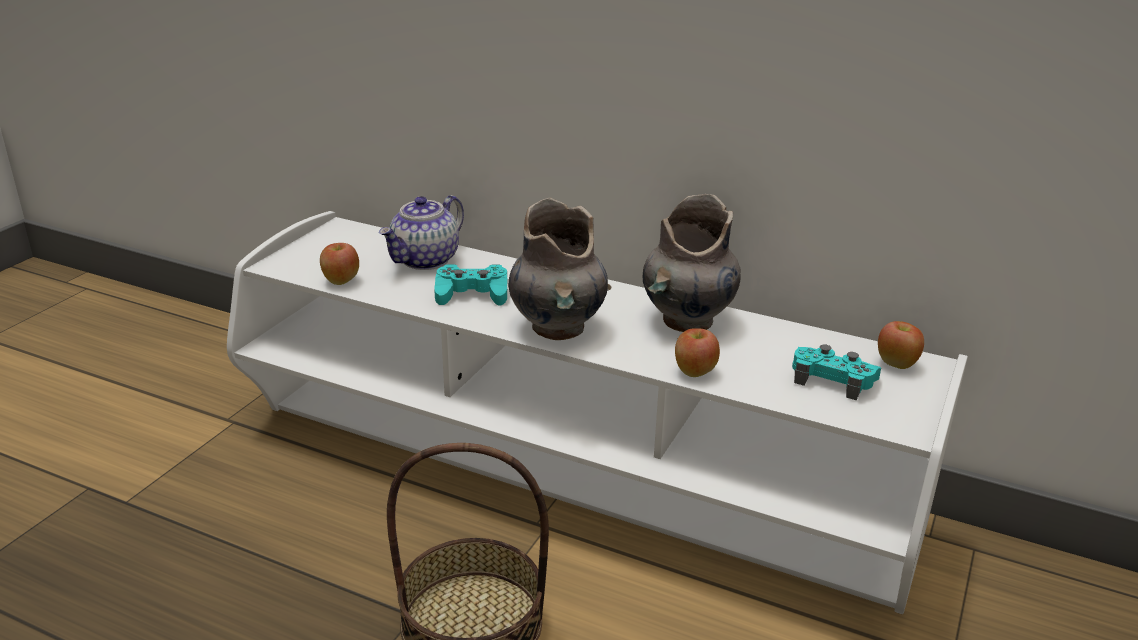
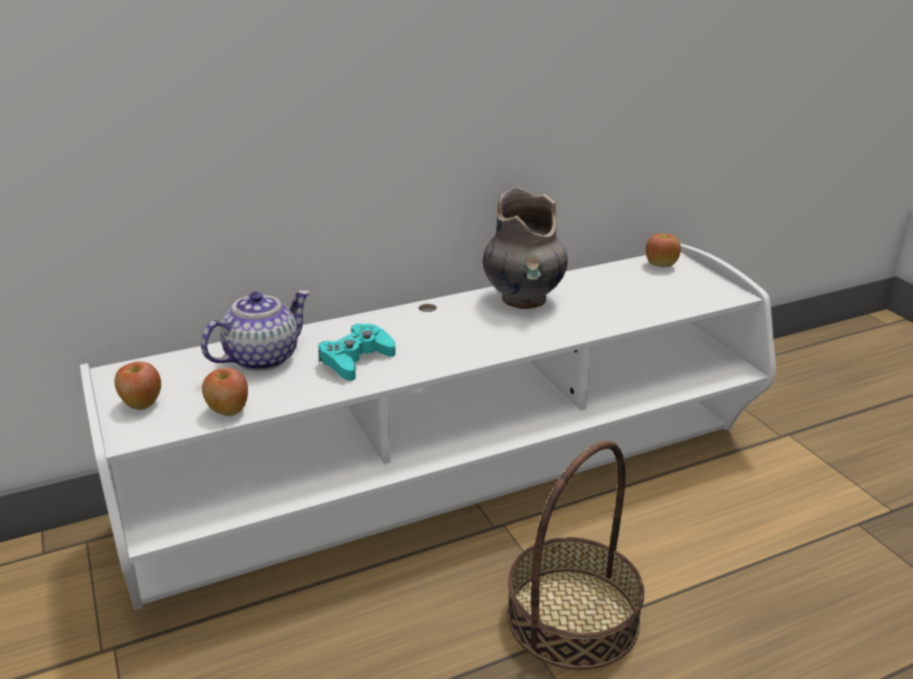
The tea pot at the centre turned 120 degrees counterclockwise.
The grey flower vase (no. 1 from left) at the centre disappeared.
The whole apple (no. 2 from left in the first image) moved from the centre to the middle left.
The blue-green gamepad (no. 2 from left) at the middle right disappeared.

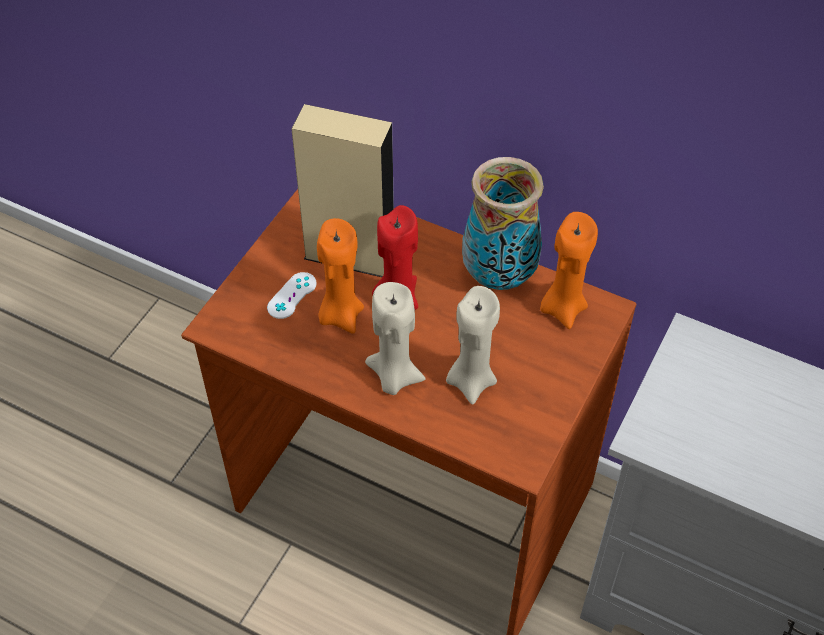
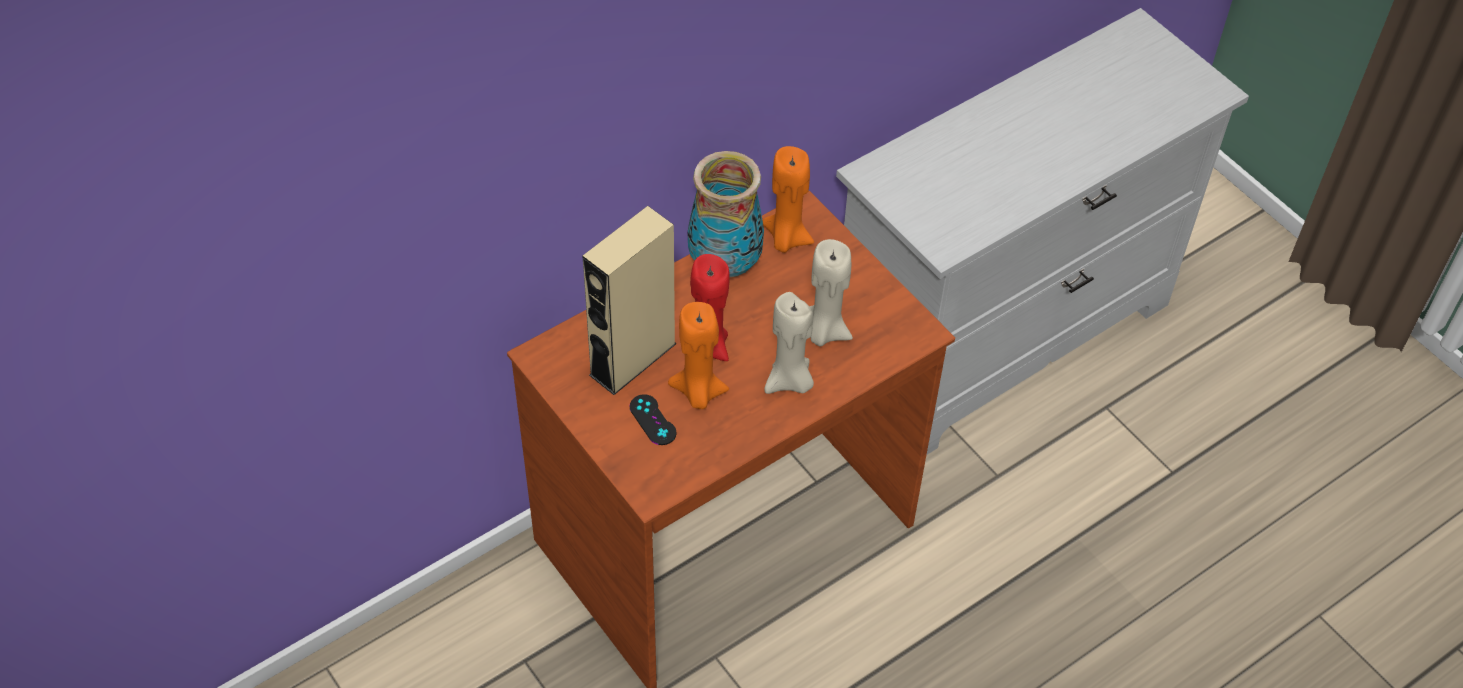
The whitish gamepad at the centre became the blackish gamepad at the centre.

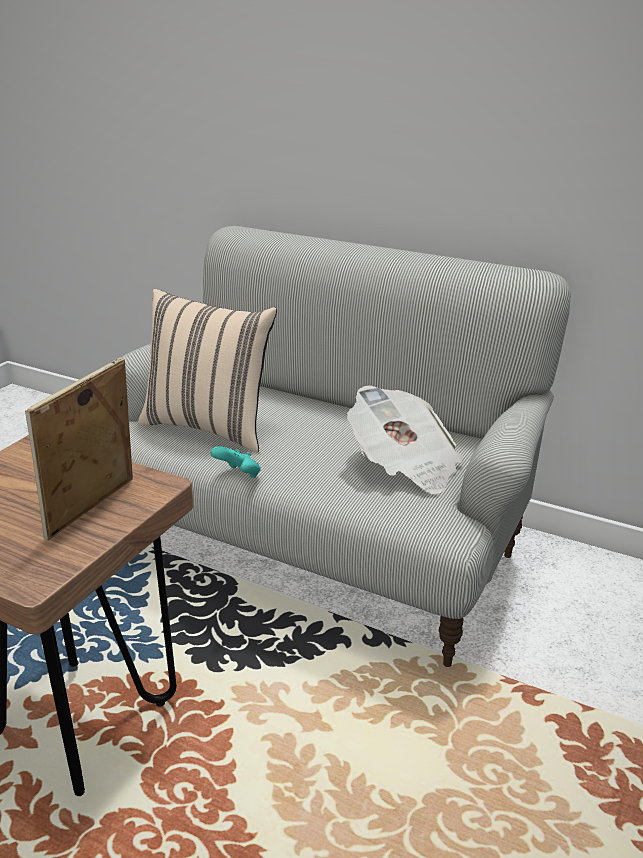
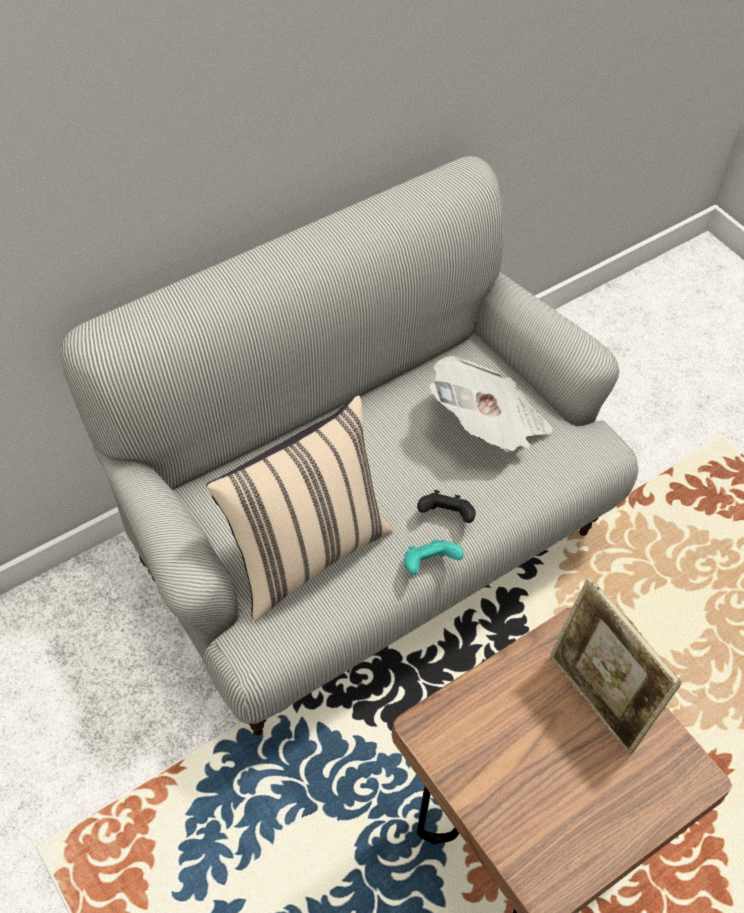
The blackish gamepad at the centre appeared.

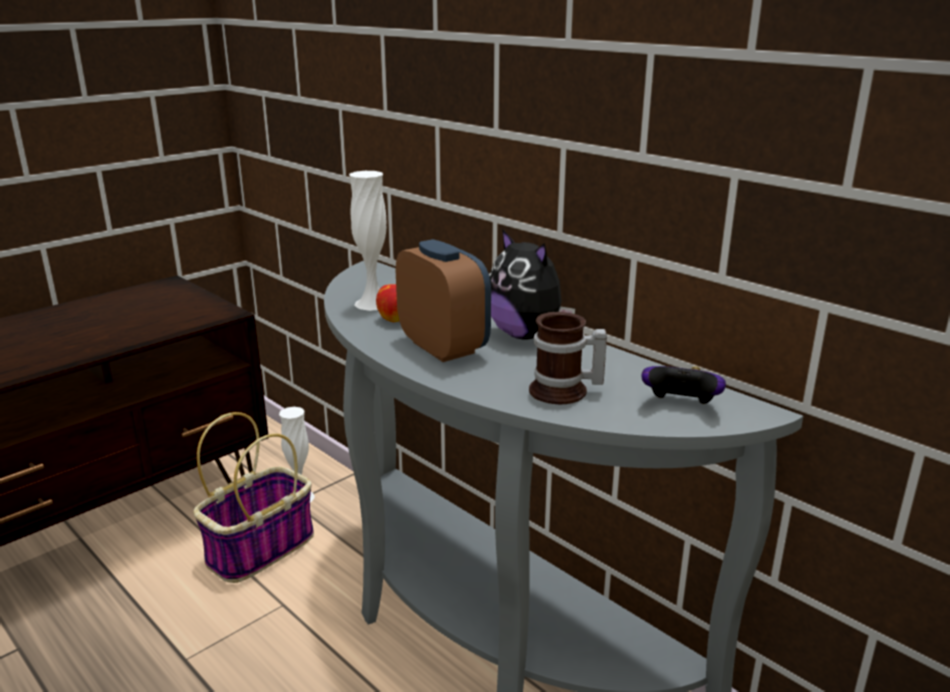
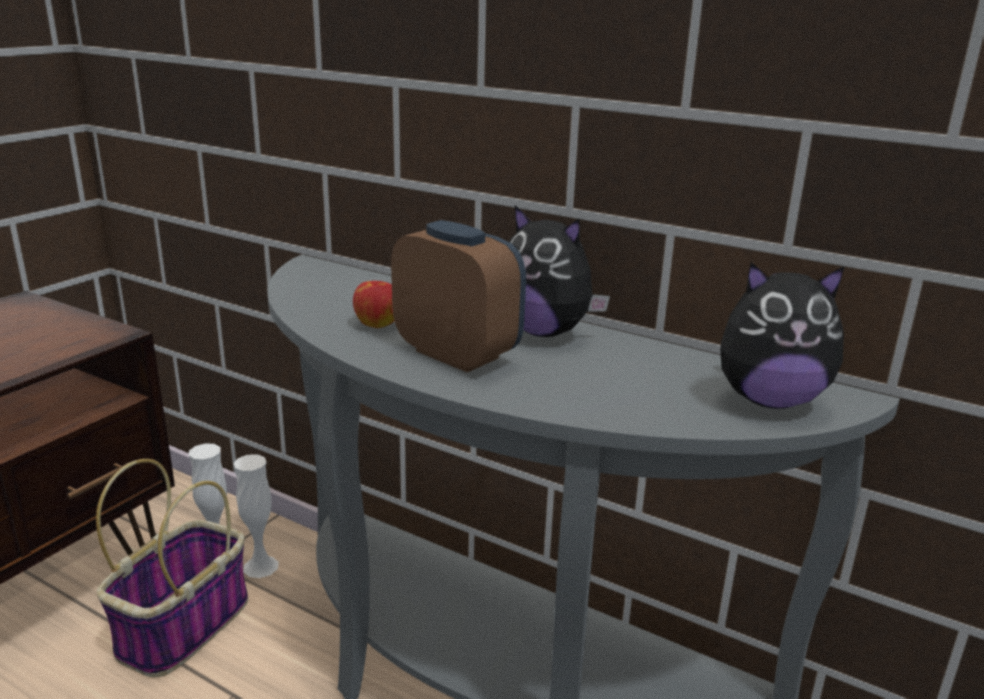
The whitish flower vase (no. 2 from left) moved from the centre to the bottom left.
The coffee mug at the centre disappeared.
The gamepad at the middle right was replaced by the plush toy (no. 2 from left) at the middle right.

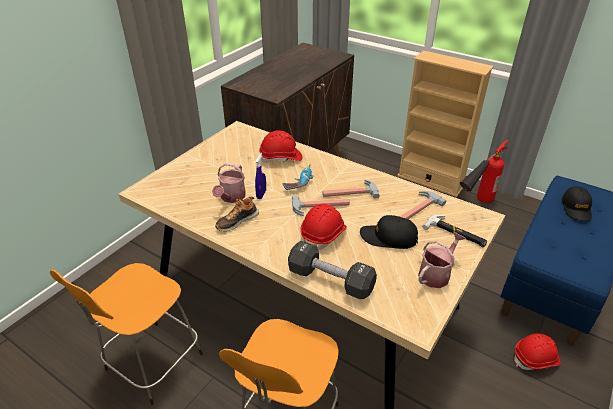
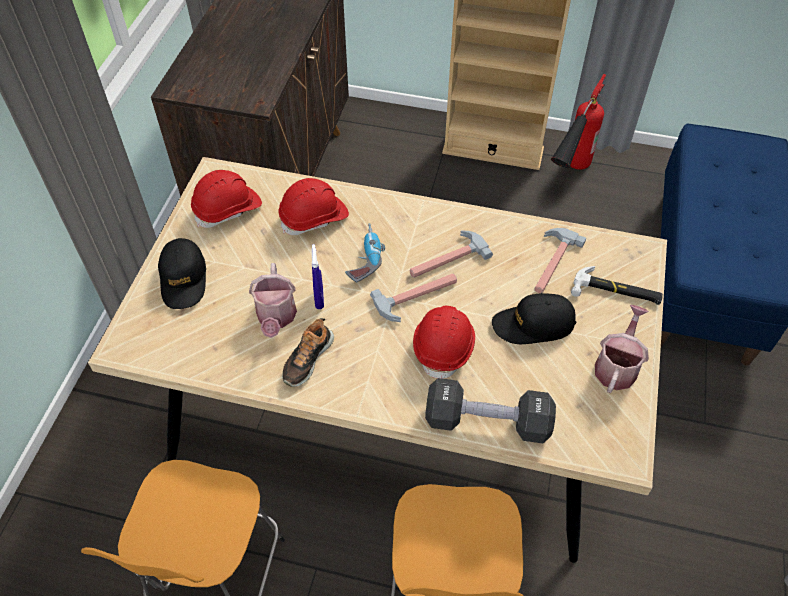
The reddish work helmet (no. 3 from left in the first image) moved from the bottom right to the middle left.
The blackish peaked cap (no. 2 from left in the first image) moved from the middle right to the middle left.

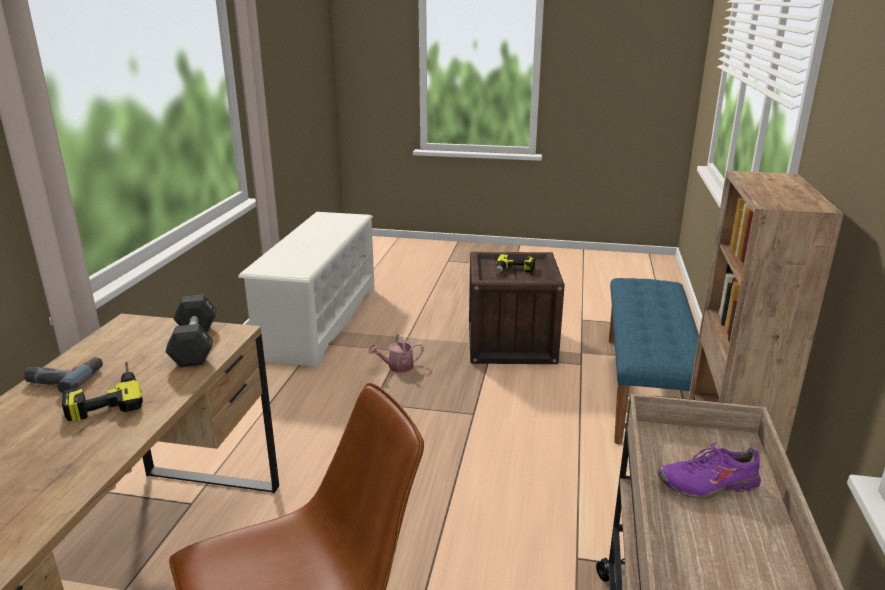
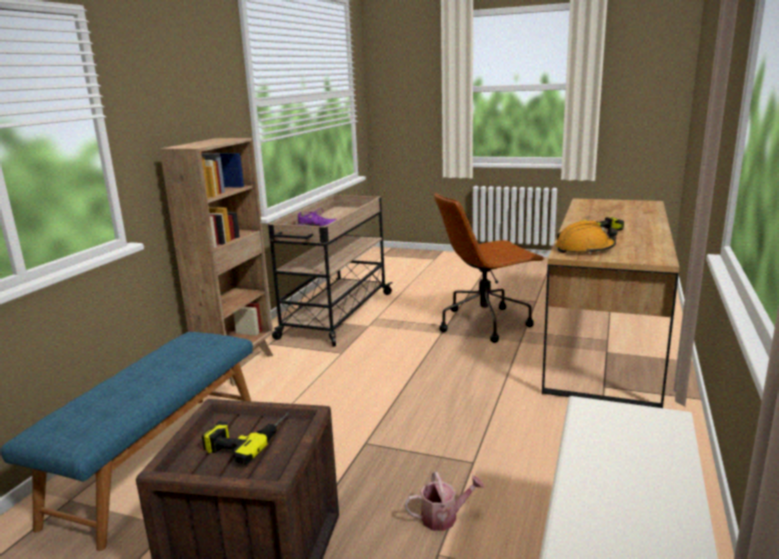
The drill (no. 1 from left) at the middle left disappeared.
The blackish hand weight at the middle left was replaced by the orange-coloured work helmet at the middle right.

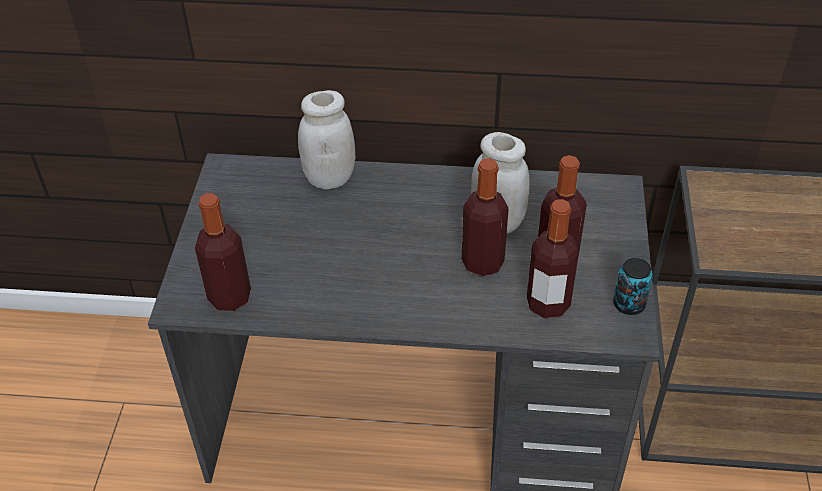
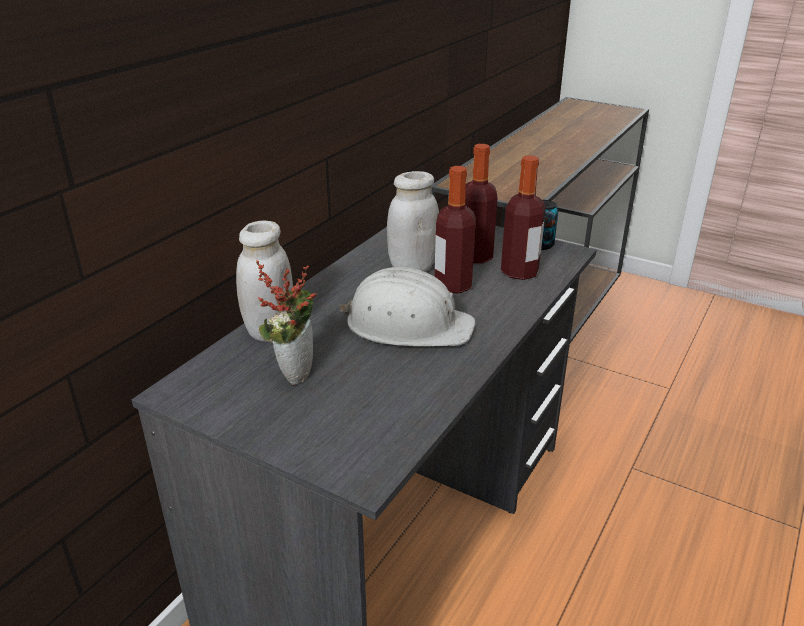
The drink bottle (no. 1 from left) at the middle left disappeared.
The houseplant at the centre appeared.
The whitish work helmet at the centre appeared.

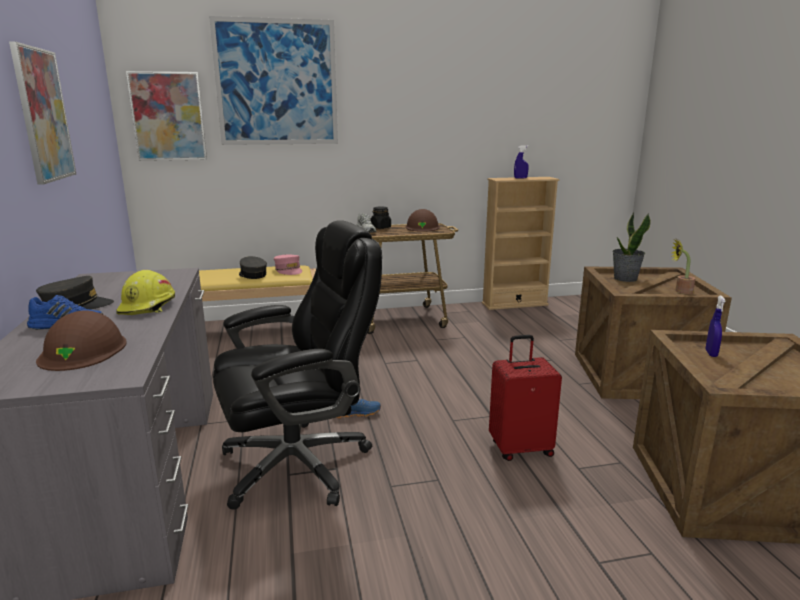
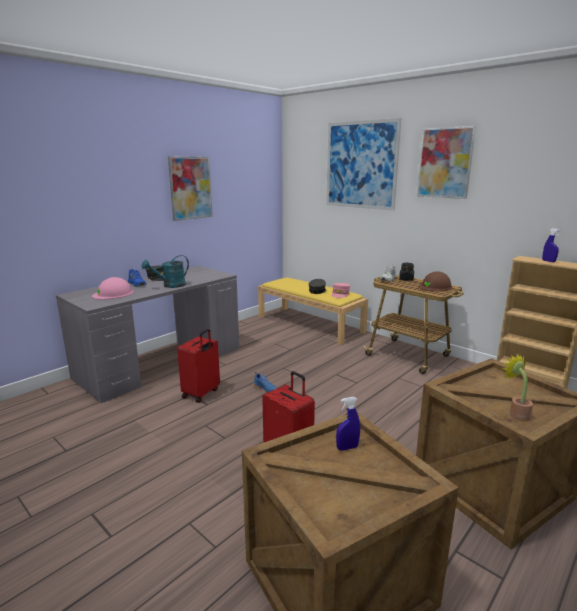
The brownish work helmet (no. 1 from left) at the middle left became the pinkish work helmet at the middle left.
The yellowish work helmet at the middle left was replaced by the blue-green watering can at the middle left.
The wall picture (no. 2 from left in the first image) moved from the top left to the top right.
The blackish desk chair at the centre was replaced by the reddish travel case (no. 1 from left) at the centre.
The houseplant (no. 1 from left) at the middle right disappeared.

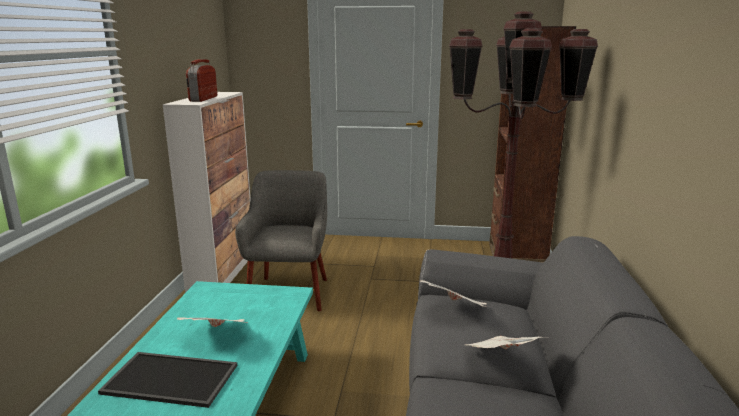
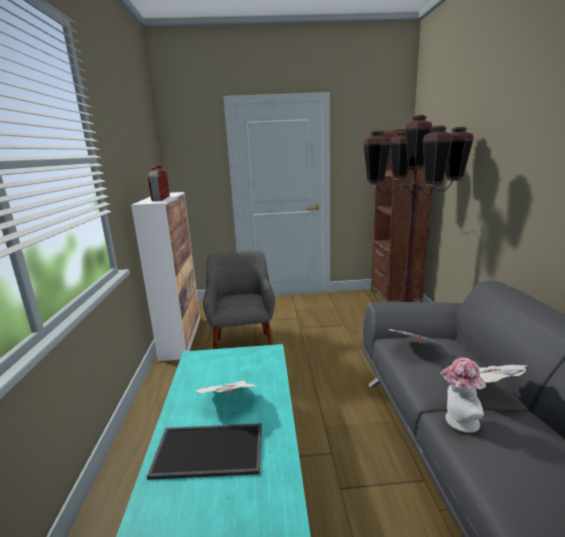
The clothing hat at the bottom right appeared.

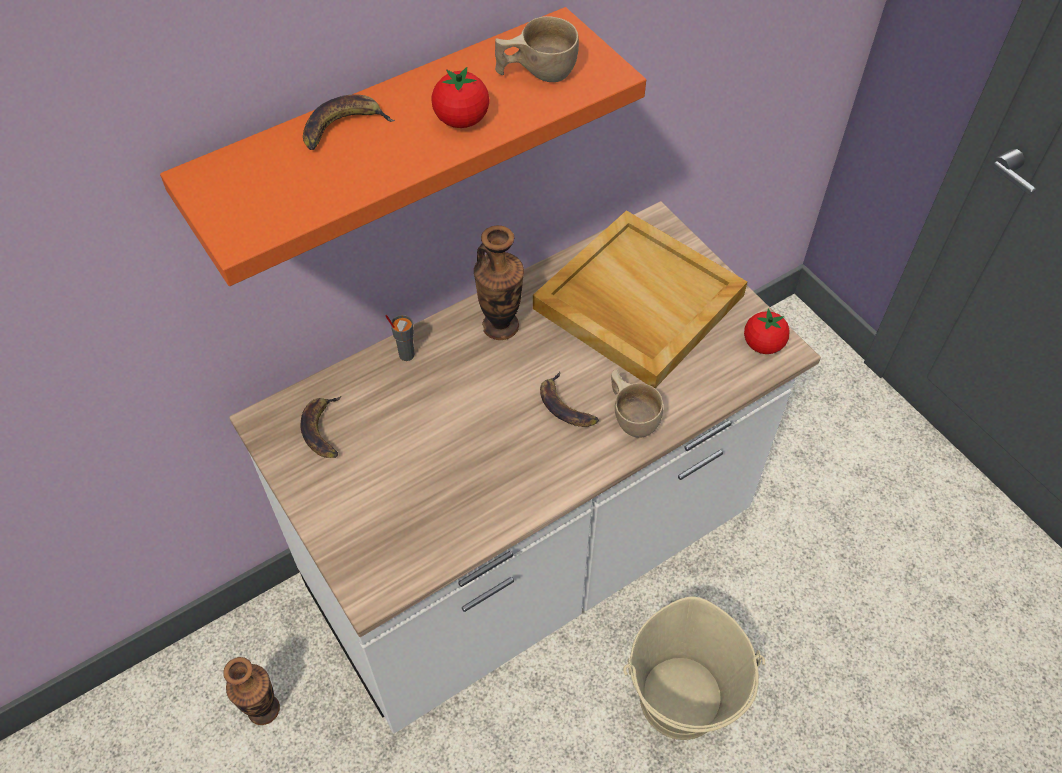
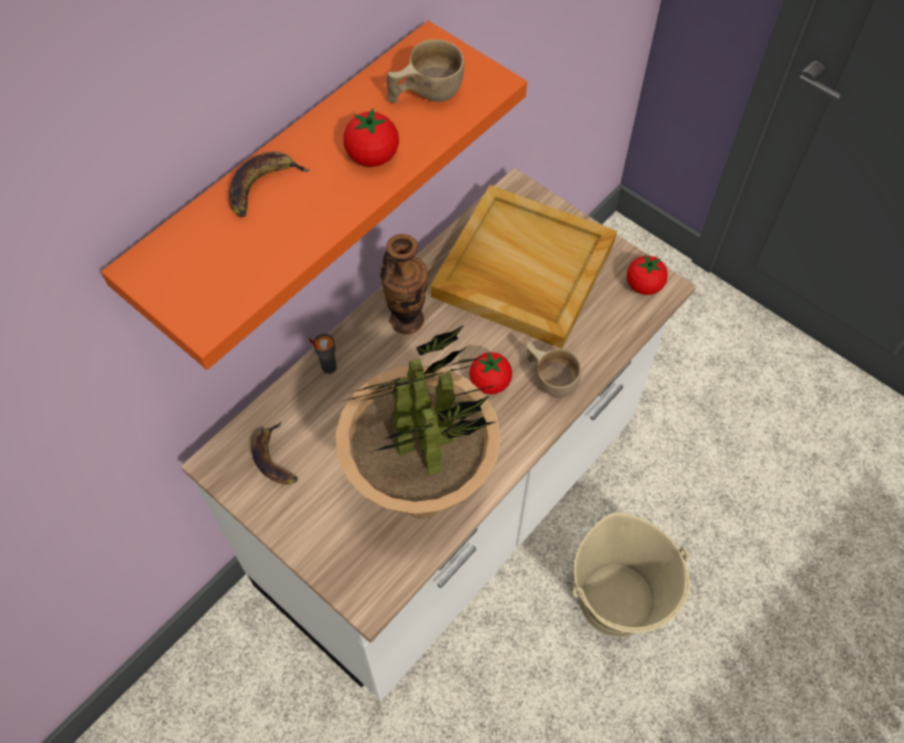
The flower vase (no. 1 from left) at the bottom left disappeared.
The whole banana (no. 3 from left) at the centre was replaced by the fresh tomato (no. 2 from left) at the centre.
The houseplant at the centre appeared.

